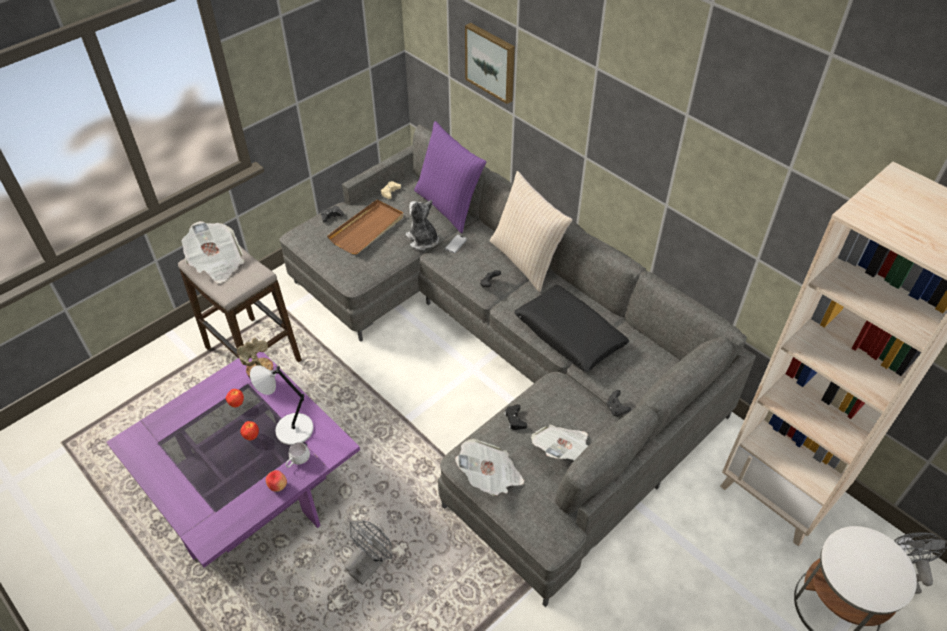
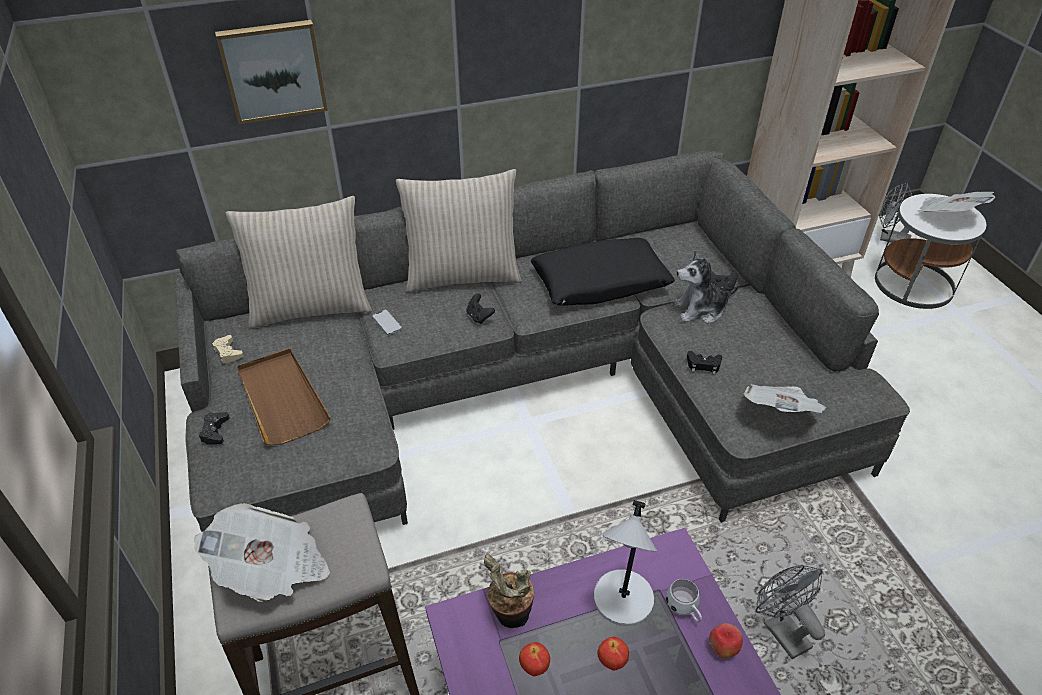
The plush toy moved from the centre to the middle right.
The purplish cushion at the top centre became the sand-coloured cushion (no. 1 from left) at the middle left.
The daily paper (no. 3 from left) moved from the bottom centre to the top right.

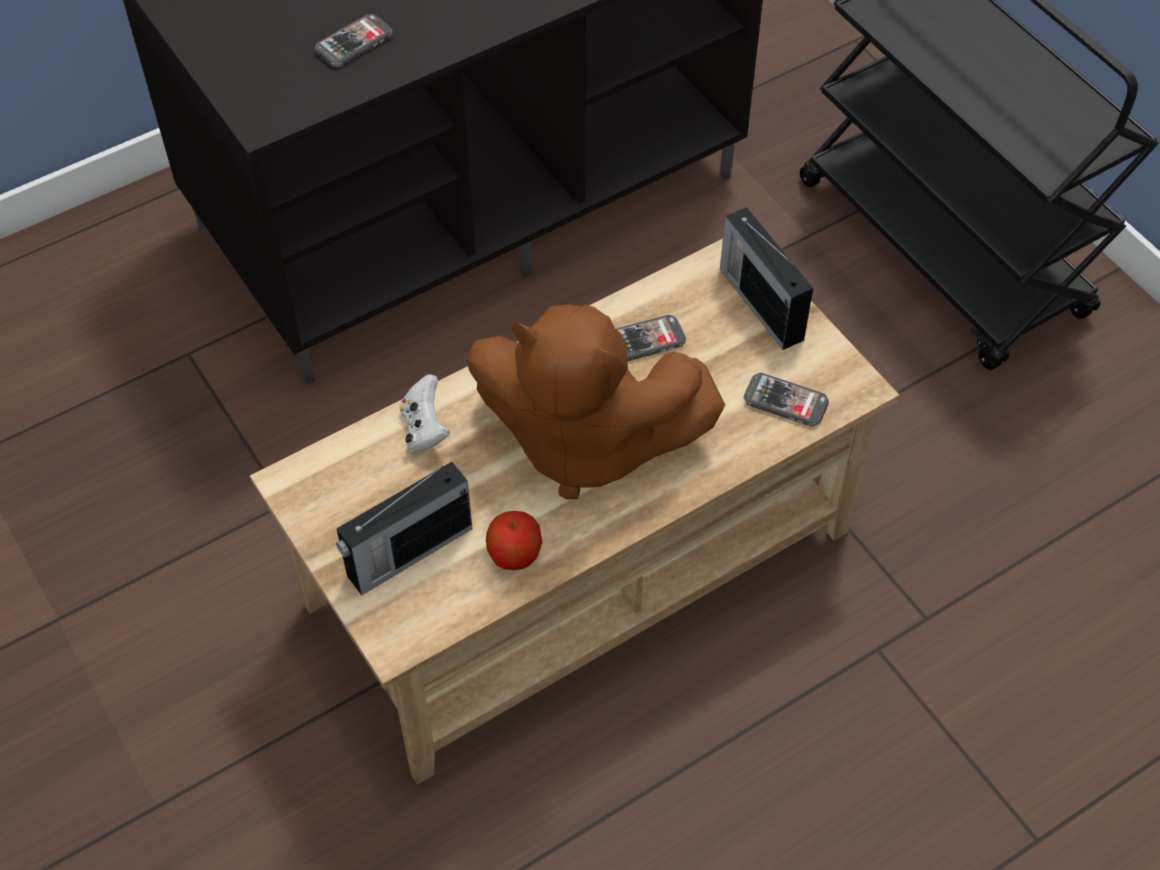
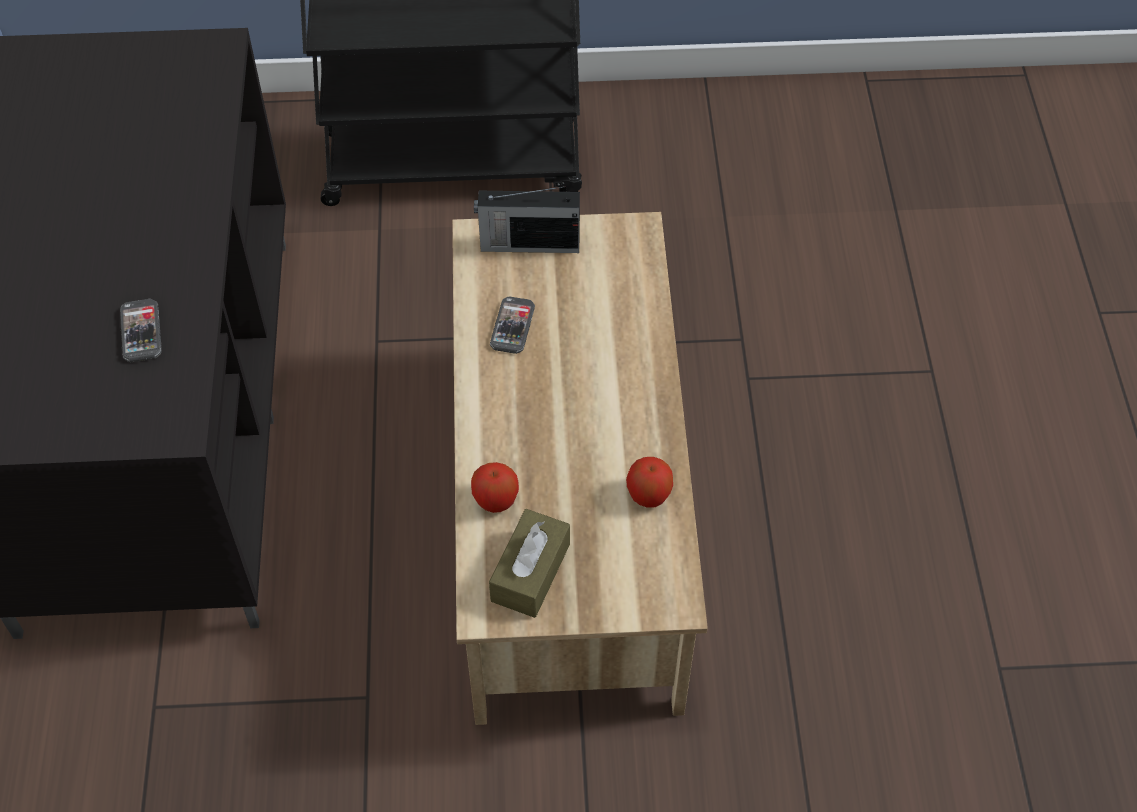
The radio receiver (no. 1 from left) at the centre disappeared.
The whitish gamepad at the centre was replaced by the whole apple (no. 1 from left) at the centre.
The brownish plush toy at the centre disappeared.
The handset (no. 3 from left) at the middle right disappeared.
The brownish box of tissues at the bottom centre appeared.

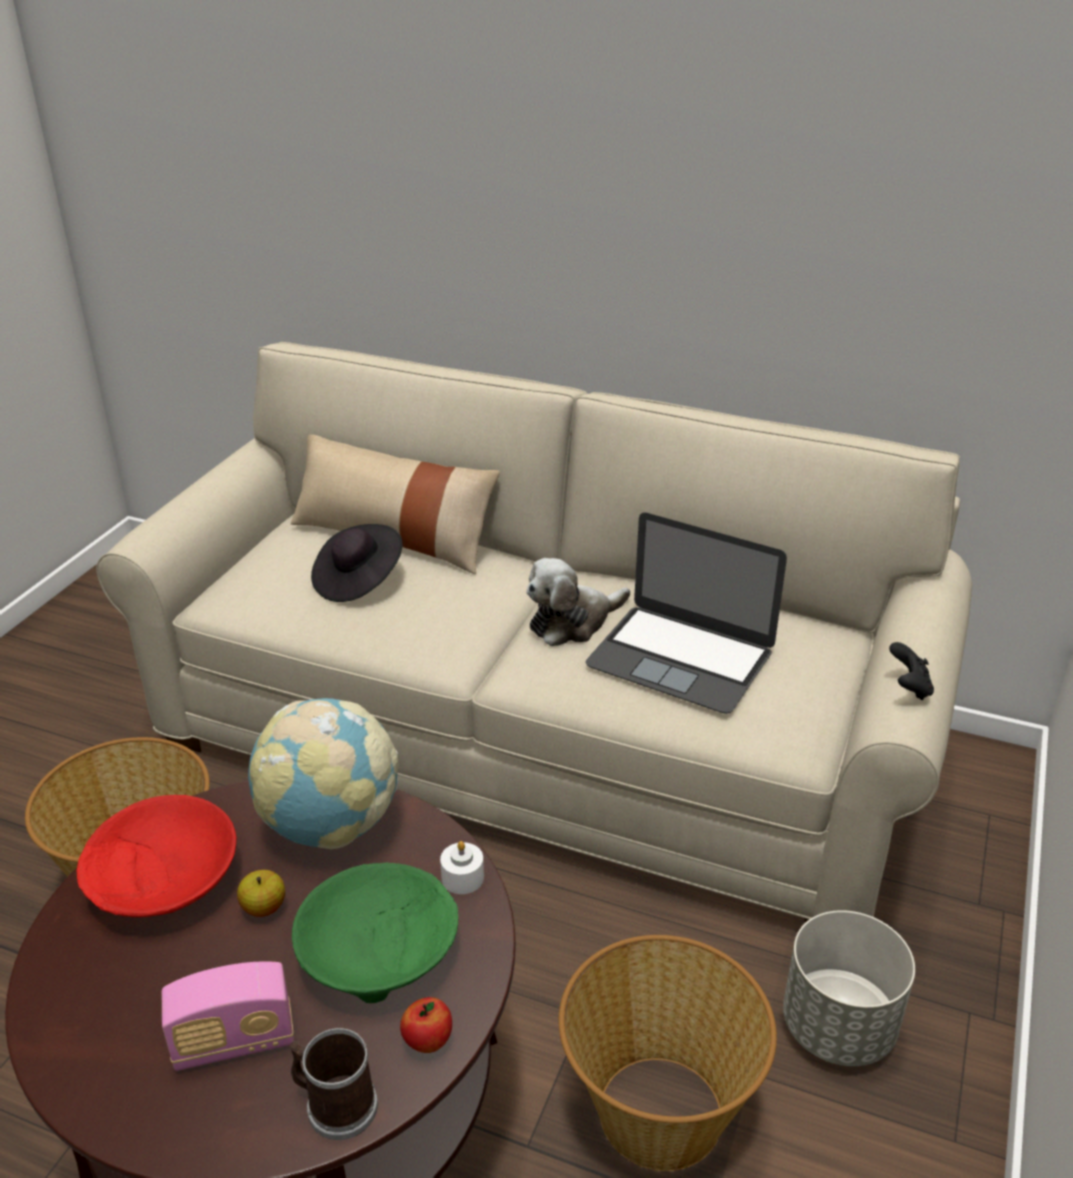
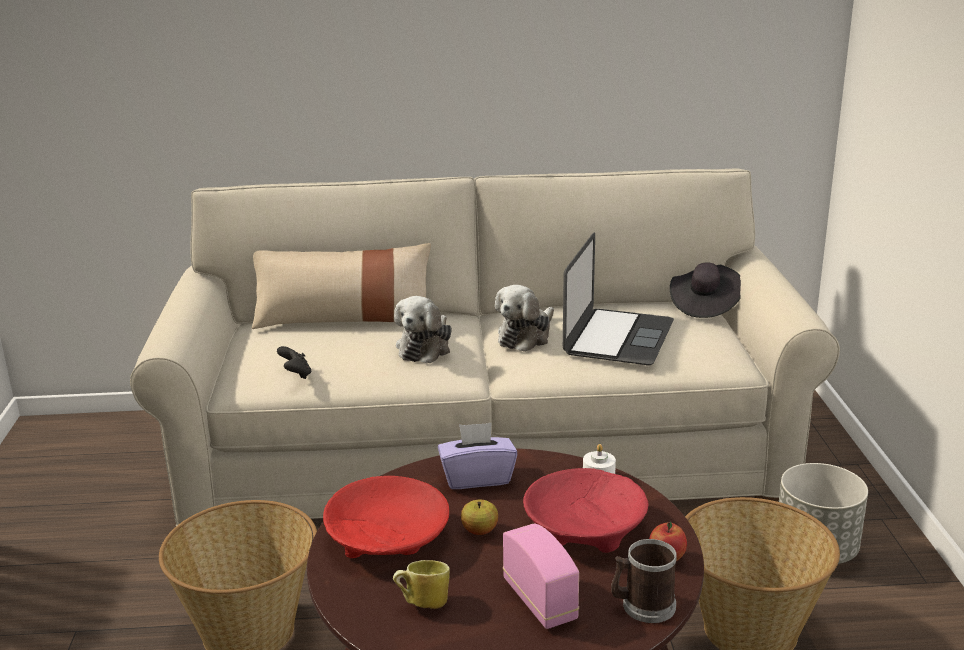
The radio receiver at the bottom left turned 75 degrees counterclockwise.
The desk globe at the middle left was replaced by the purplish box of tissues at the bottom centre.
The greenish deep dish at the bottom centre became the reddish deep dish (no. 2 from left) at the bottom centre.
The blackish clothing hat moved from the middle left to the middle right.
The notebook computer at the centre turned 75 degrees counterclockwise.
The blackish gamepad moved from the middle right to the middle left.
The coffee mug (no. 1 from left) at the bottom centre appeared.
The plush toy (no. 1 from left) at the centre appeared.

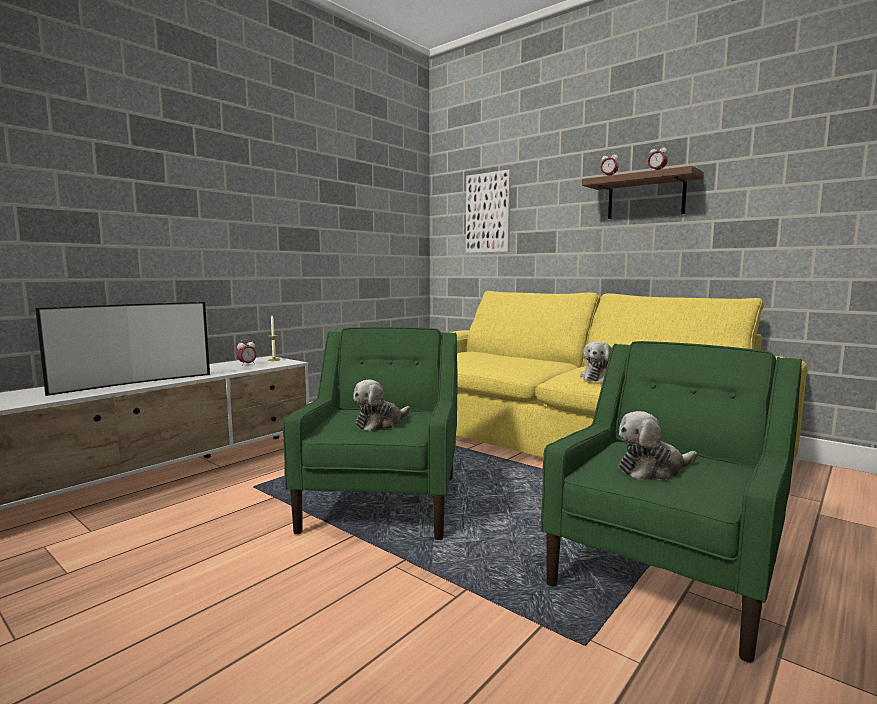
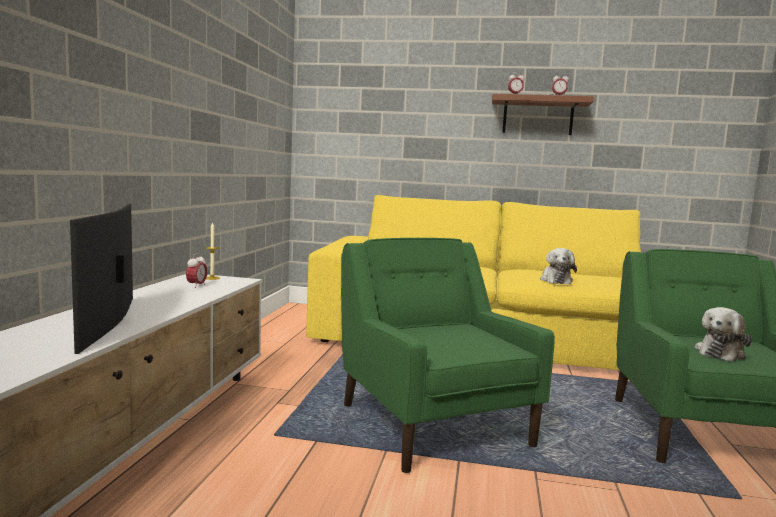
The TV at the middle left turned 150 degrees clockwise.
The plush toy (no. 1 from left) at the centre disappeared.
The wall picture at the top centre disappeared.

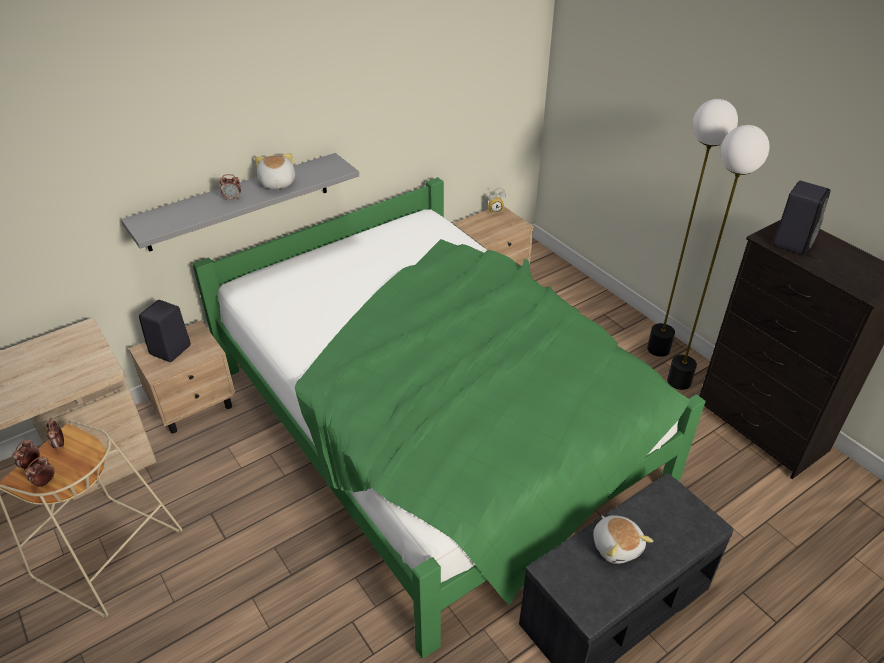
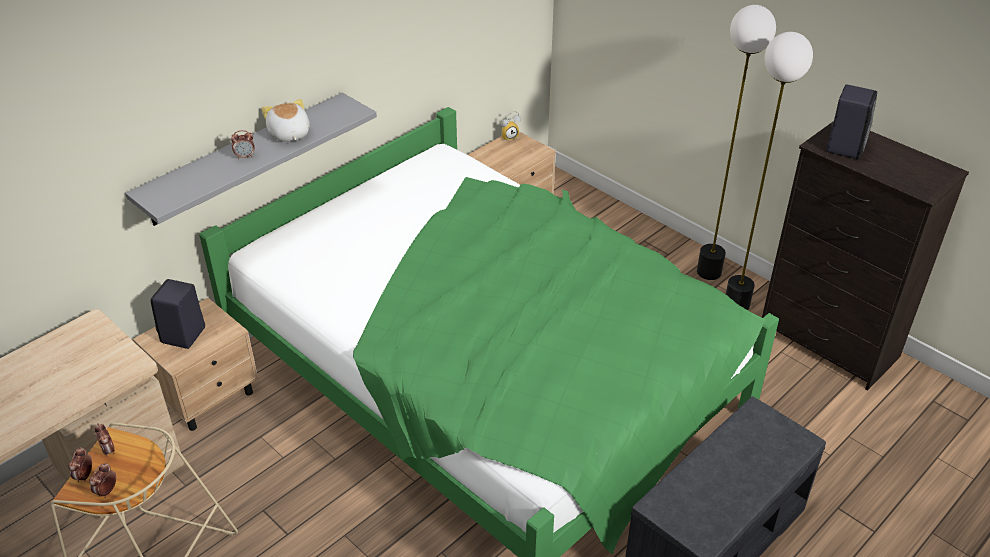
The plush toy (no. 2 from left) at the bottom right disappeared.

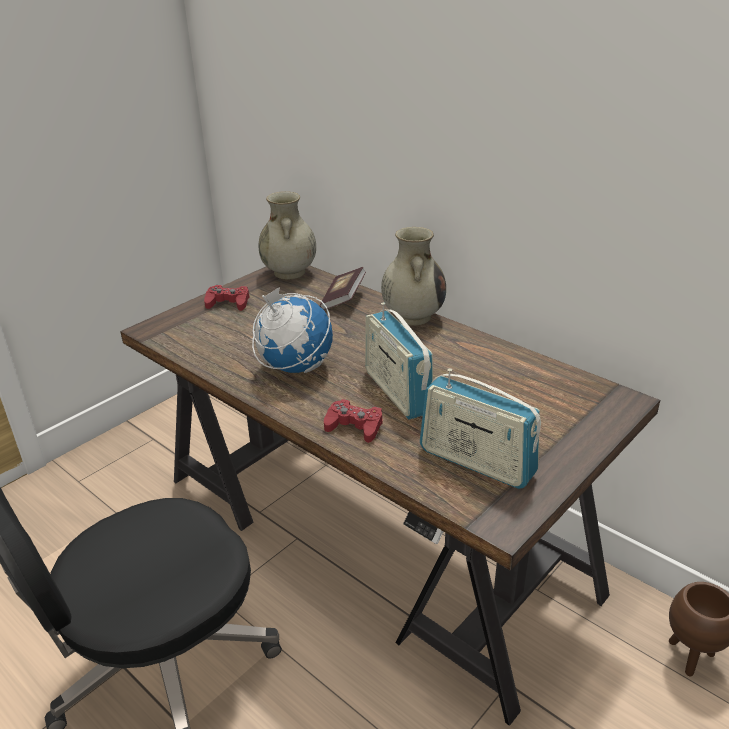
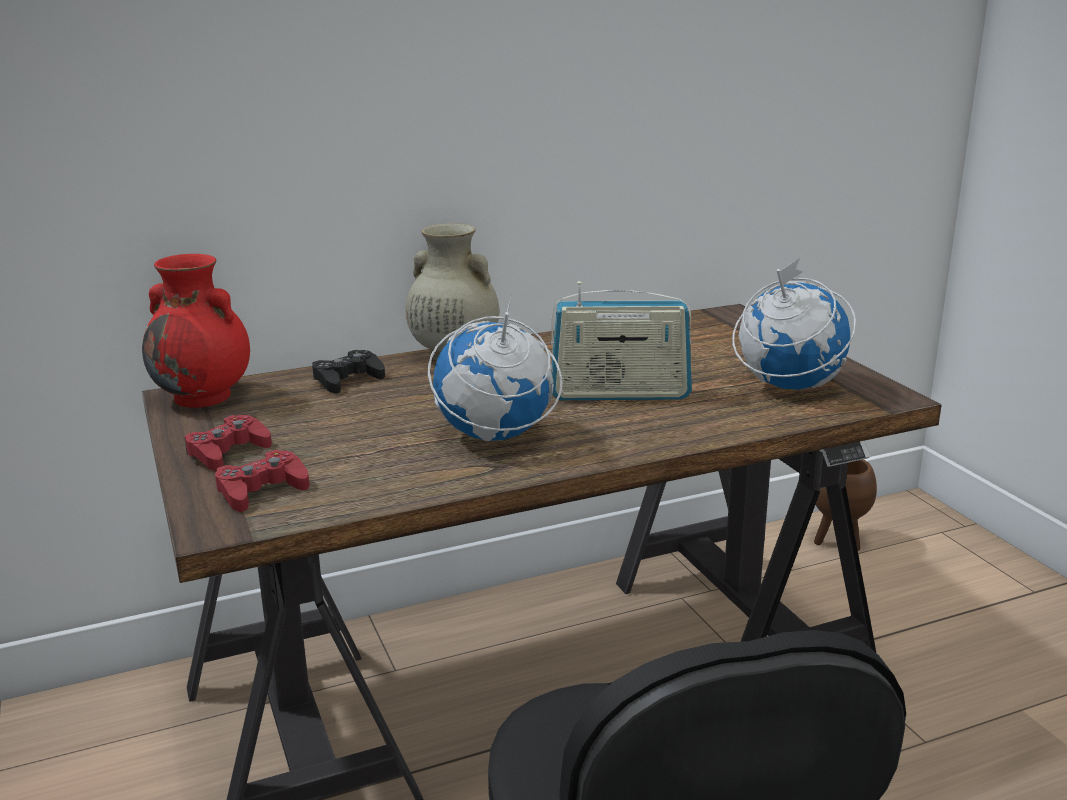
The sand-coloured flower vase (no. 1 from left) at the top centre became the reddish flower vase at the middle left.
The book at the centre was replaced by the blackish gamepad at the middle left.
The reddish gamepad (no. 2 from left) moved from the centre to the middle left.
The radio receiver (no. 2 from left) at the centre was replaced by the desk globe (no. 2 from left) at the middle right.

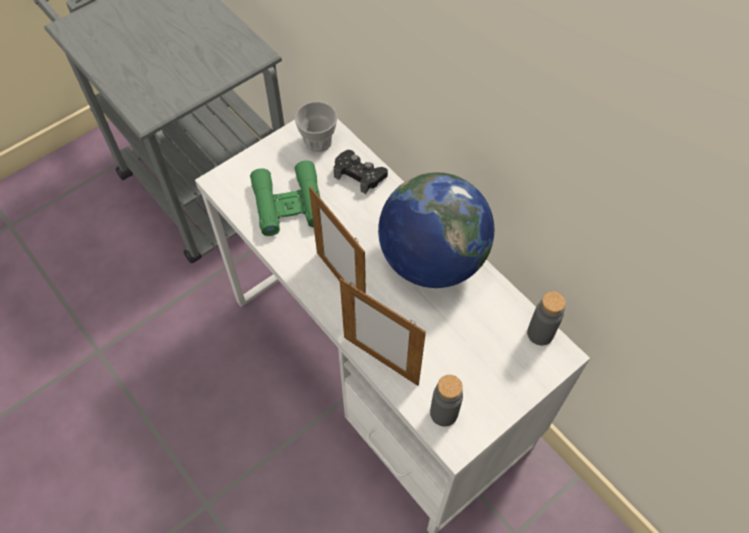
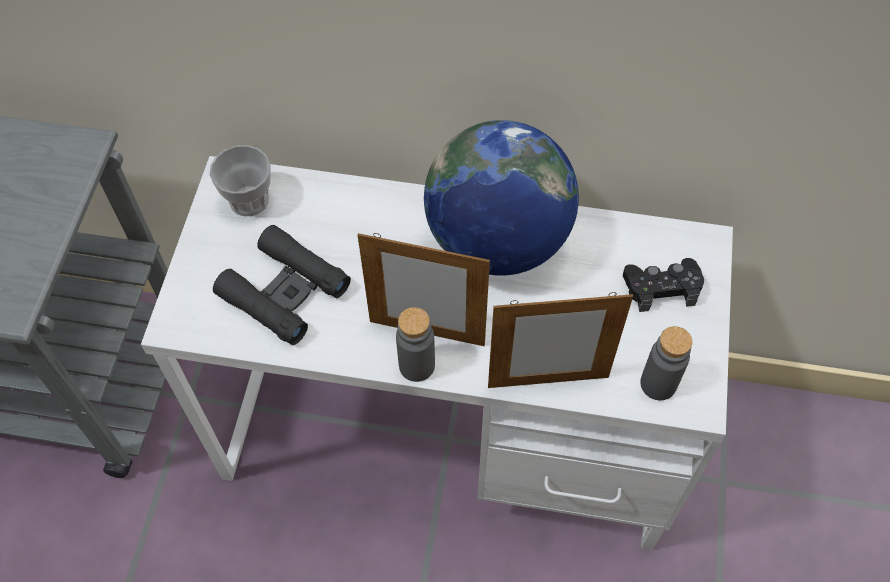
The greenish pair of binoculars at the centre became the blackish pair of binoculars at the middle left.
The blackish gamepad moved from the top centre to the middle right.
The grey drink bottle (no. 2 from left in the first image) moved from the middle right to the centre.

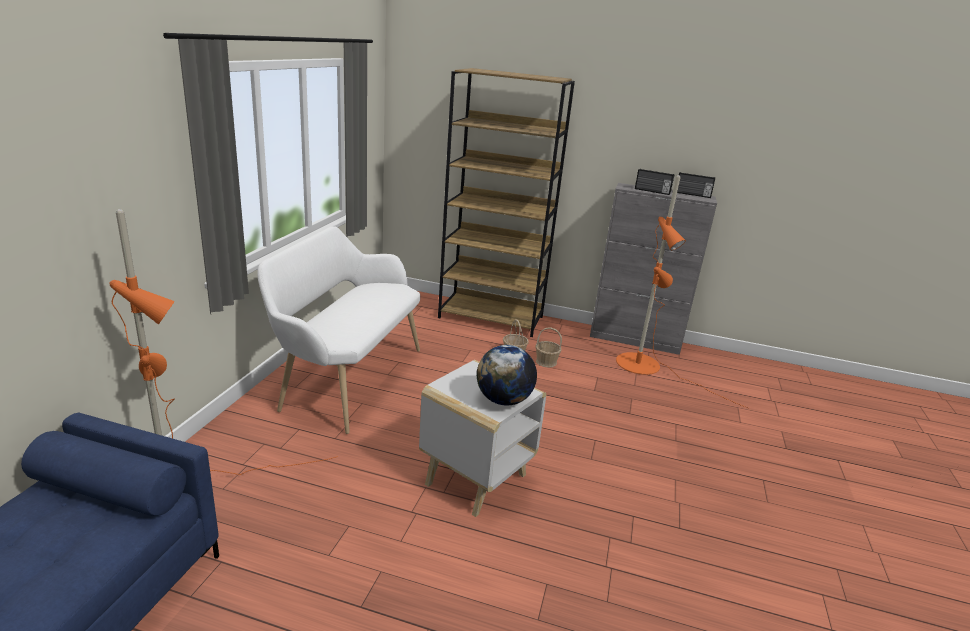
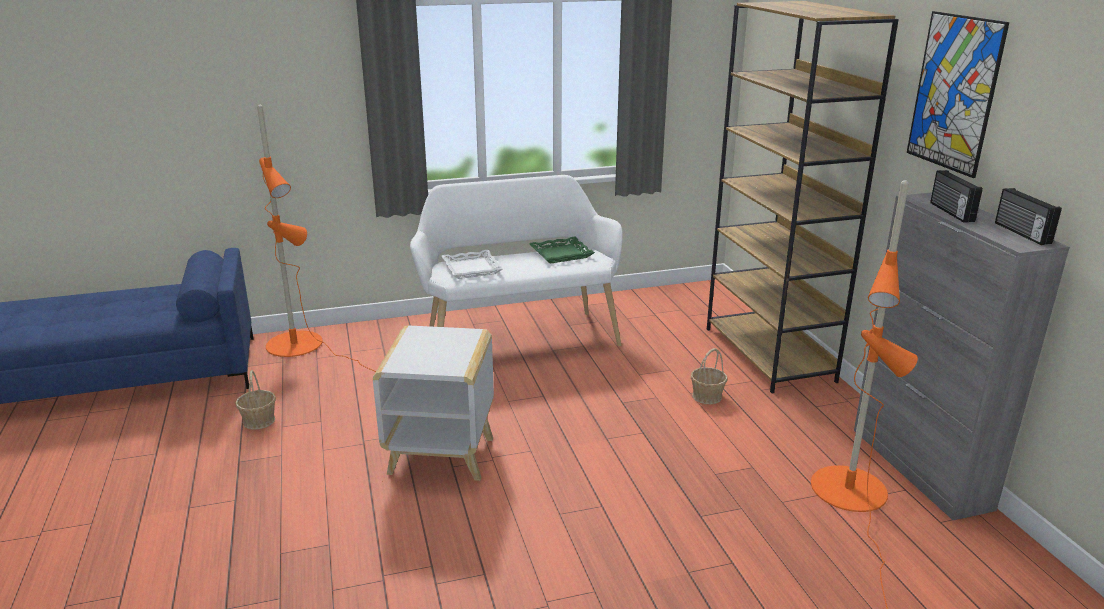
The desk globe at the centre disappeared.
The basket (no. 2 from left in the first image) moved from the centre to the middle left.
The whitish carrying tray at the centre appeared.
The greenish carrying tray at the centre appeared.
The wall picture at the top right appeared.

